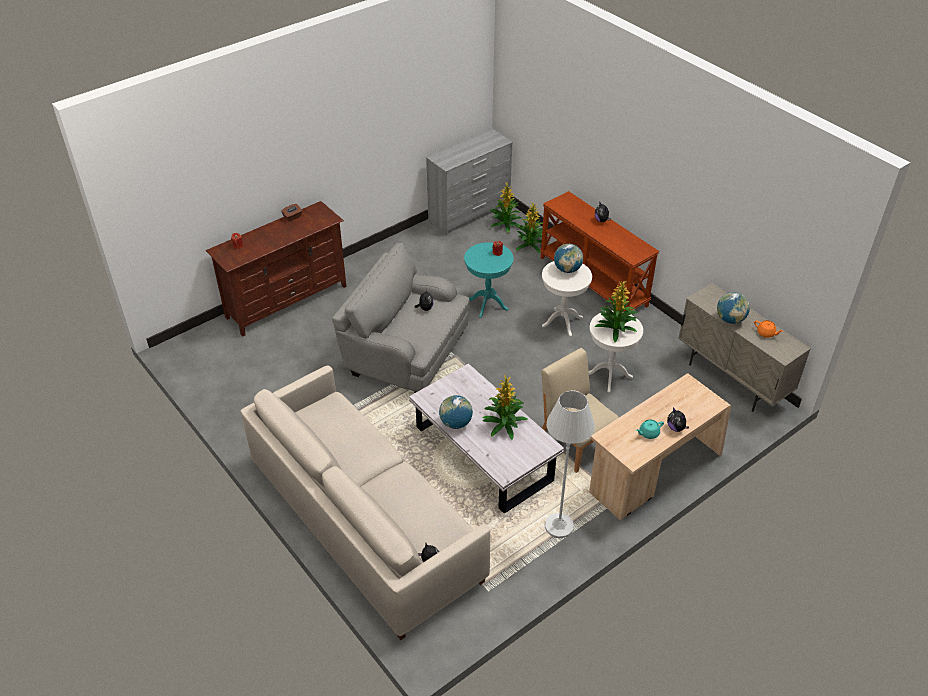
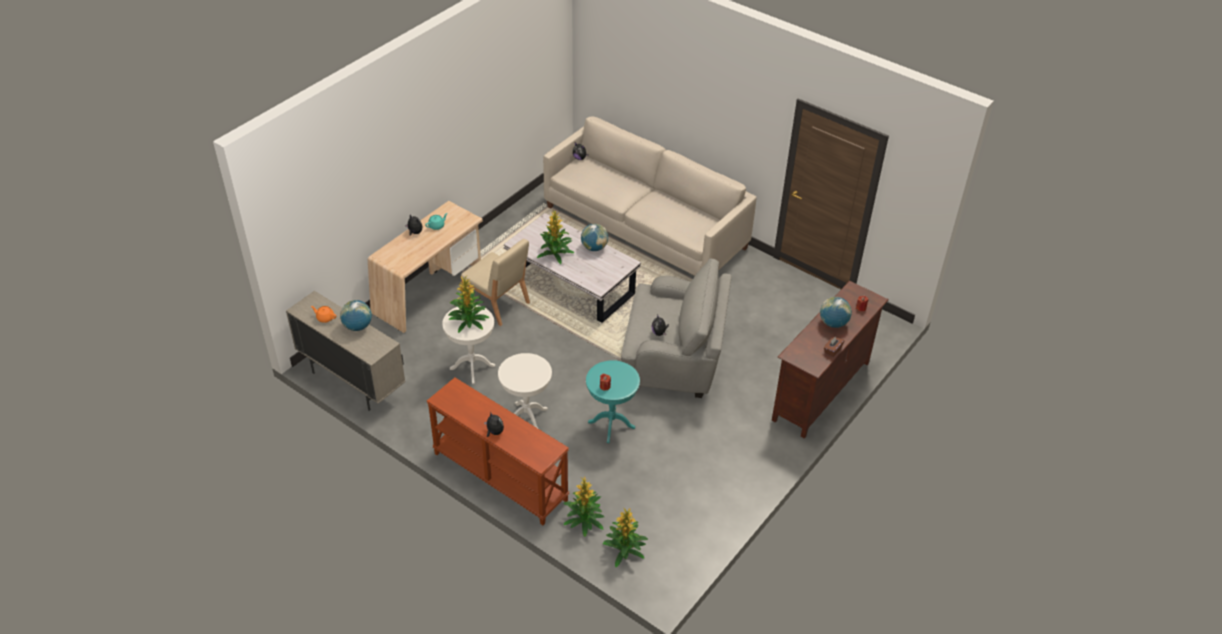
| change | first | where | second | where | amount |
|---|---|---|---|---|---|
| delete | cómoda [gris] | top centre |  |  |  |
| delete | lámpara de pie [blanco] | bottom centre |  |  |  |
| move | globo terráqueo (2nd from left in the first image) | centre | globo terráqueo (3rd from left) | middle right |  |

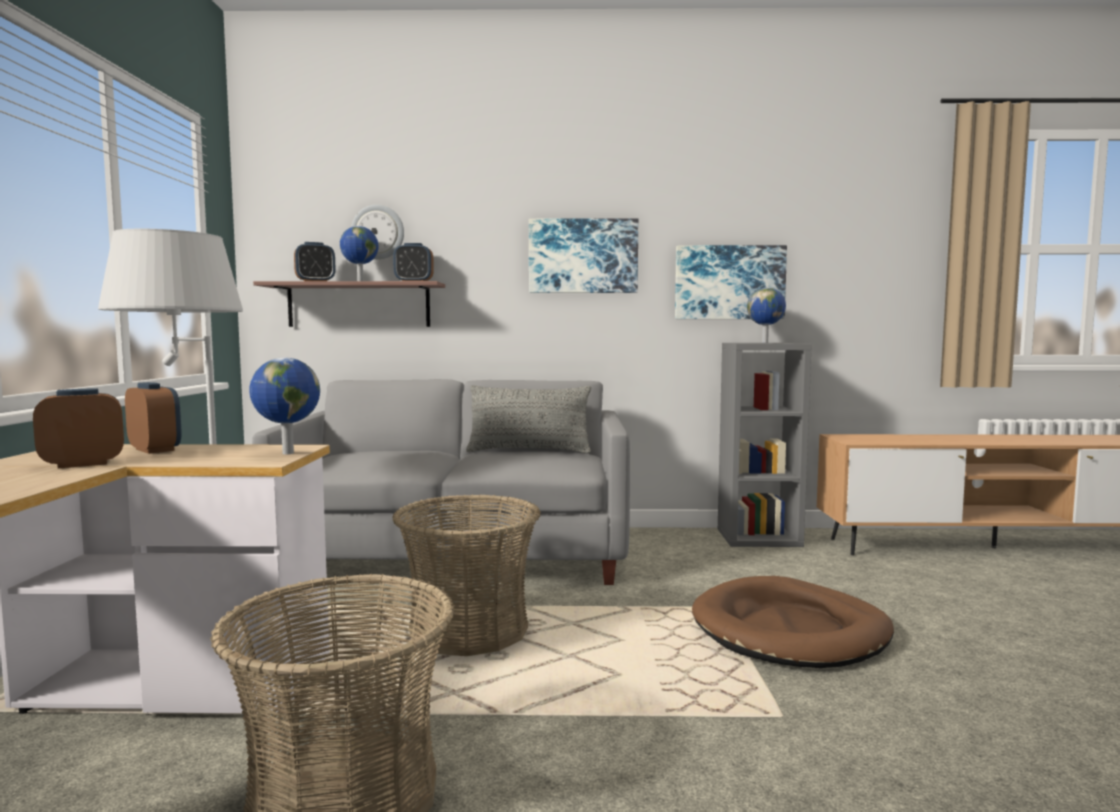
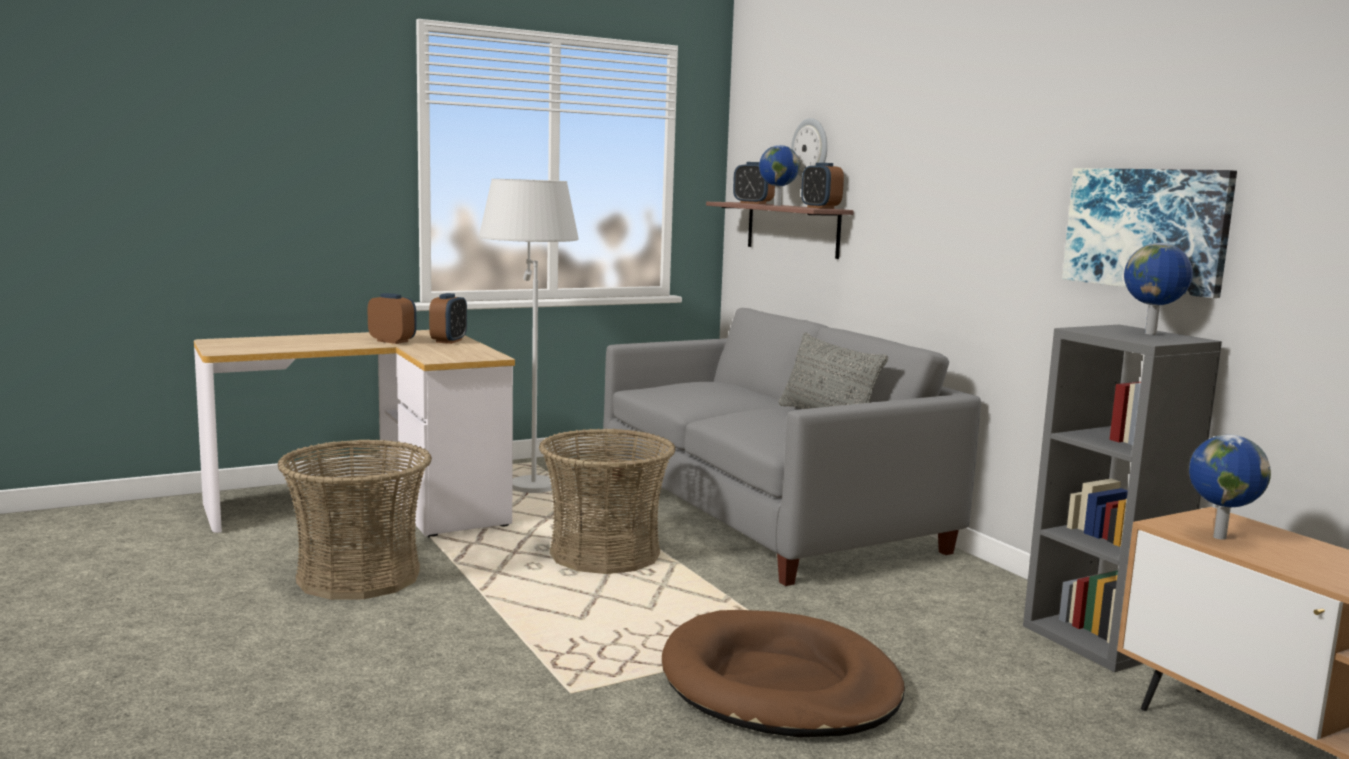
| change | first | where | second | where | amount |
|---|---|---|---|---|---|
| move | globo terráqueo (1st from left in the first image) | middle left | globo terráqueo (3rd from left) | middle right |  |
| delete | cuadro (1st from left) | top centre |  |  |  |

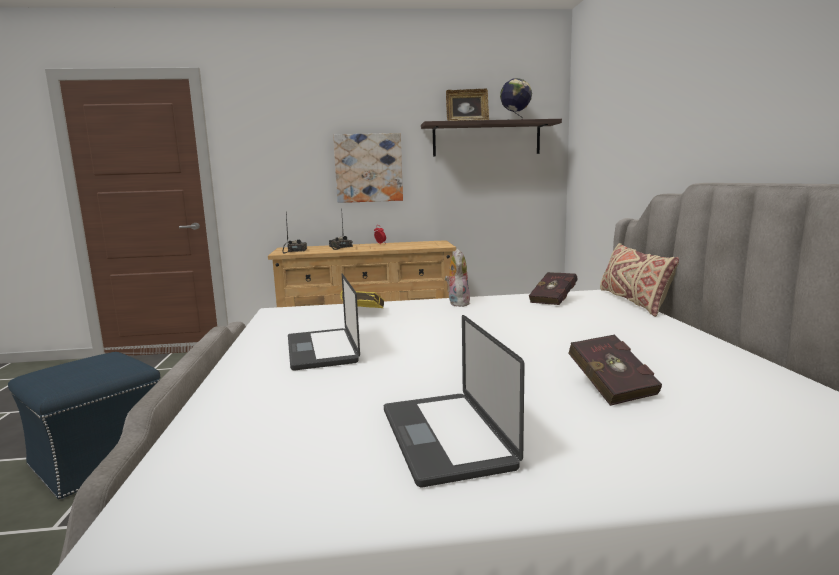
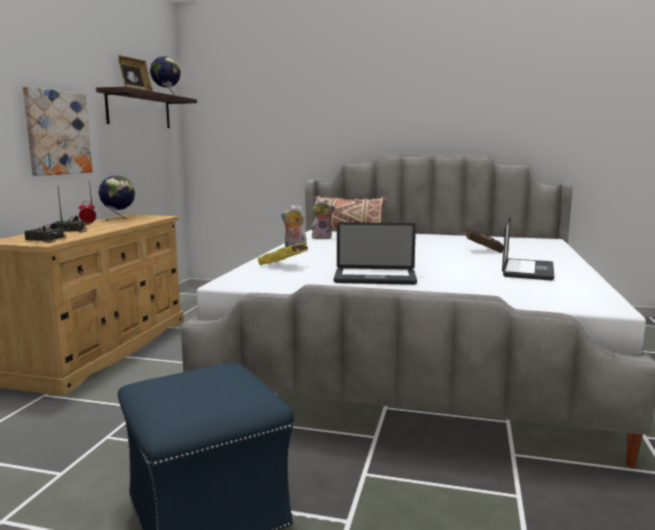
| change | first | where | second | where | amount |
|---|---|---|---|---|---|
| rotate | portátil (2nd from left) | bottom centre |  | middle right | 75 degrees counterclockwise |
| replace | libro [rojo] (1st from left) | centre | peluche (2nd from left) | centre |  |
| insert |  |  | globo terráqueo (1st from left) | middle left |  |

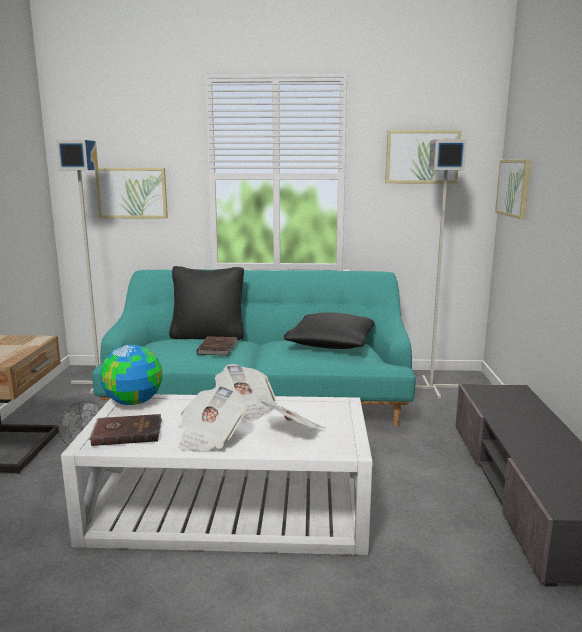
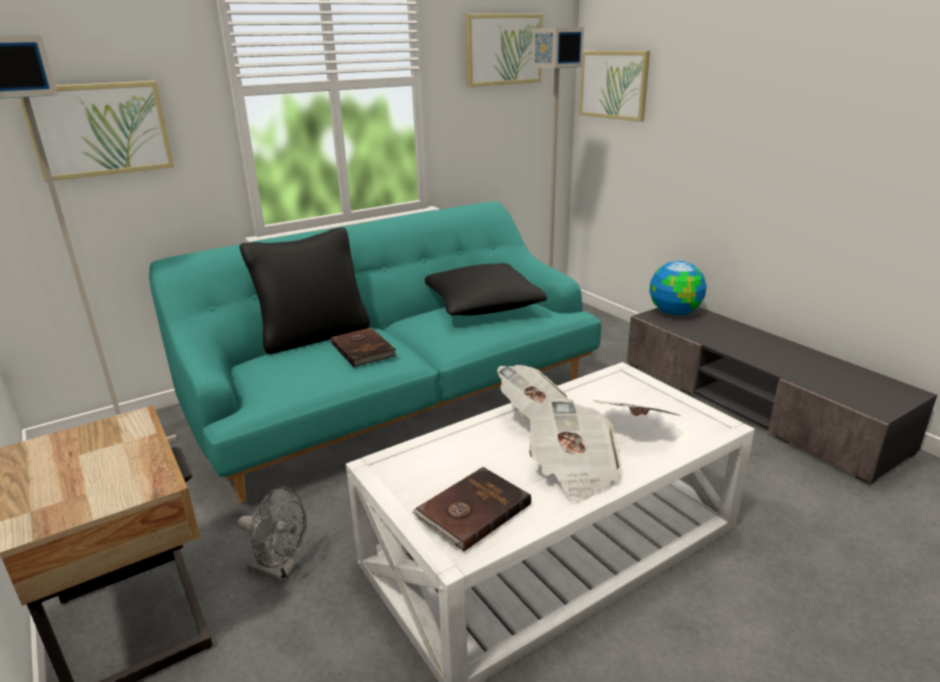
| change | first | where | second | where | amount |
|---|---|---|---|---|---|
| move | globo terráqueo | middle left |  | middle right |  |

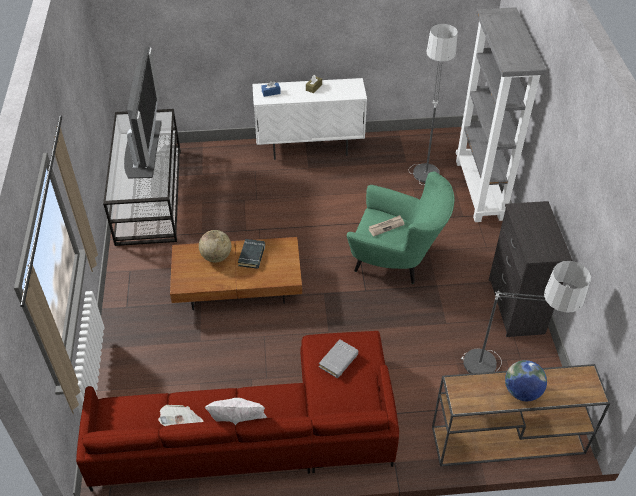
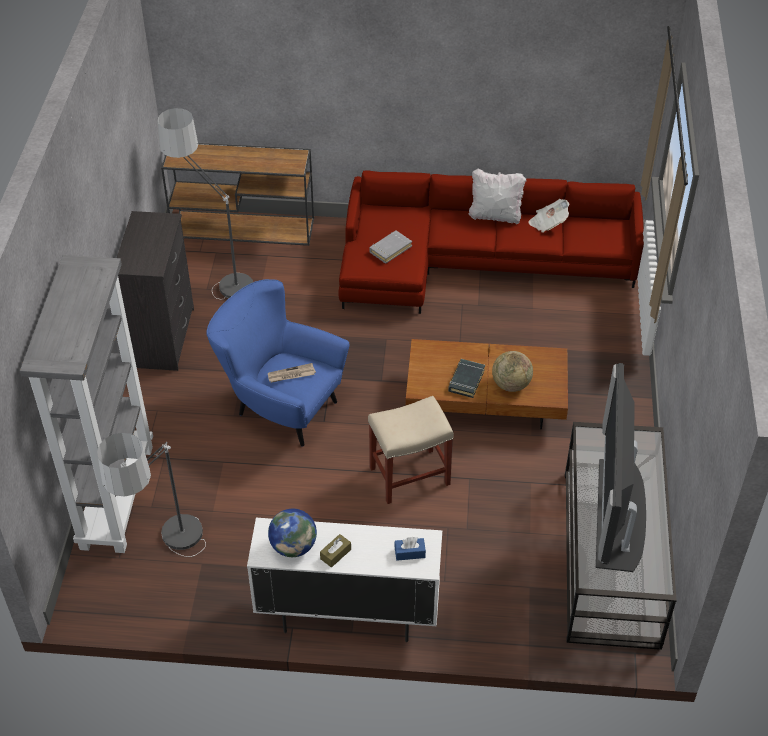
| change | first | where | second | where | amount |
|---|---|---|---|---|---|
| recolor | sillón [verde] | centre | sillón [azul] | centre |  |
| move | globo terráqueo (2nd from left in the first image) | bottom right | globo terráqueo (1st from left) | bottom centre |  |
| insert |  |  | taburete [beis] | centre |  |

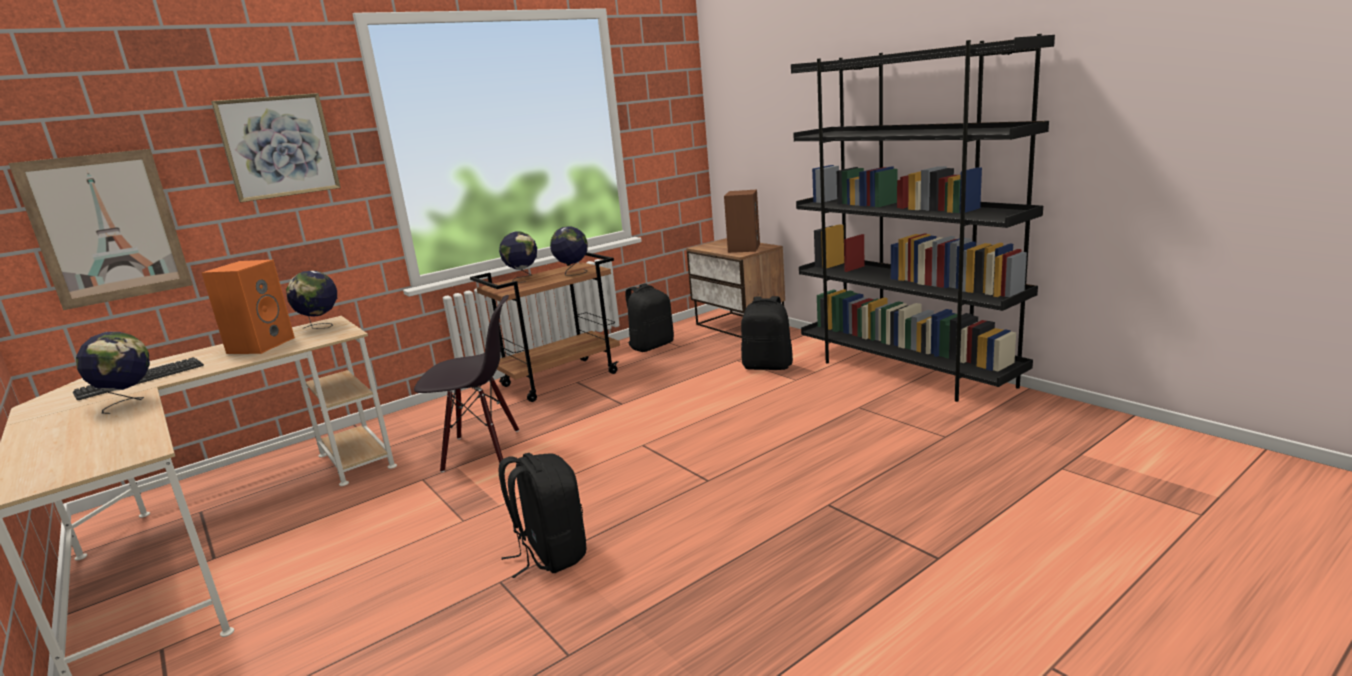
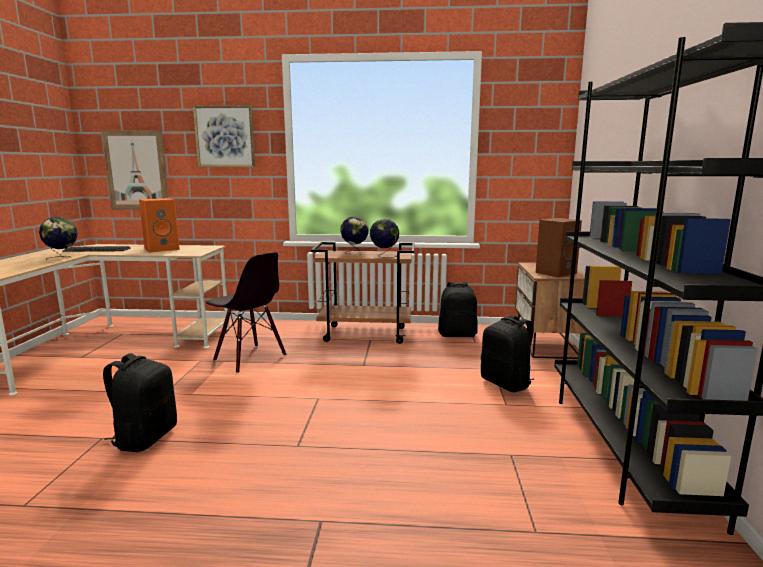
| change | first | where | second | where | amount |
|---|---|---|---|---|---|
| delete | globo terráqueo (2nd from left) | middle left |  |  |  |

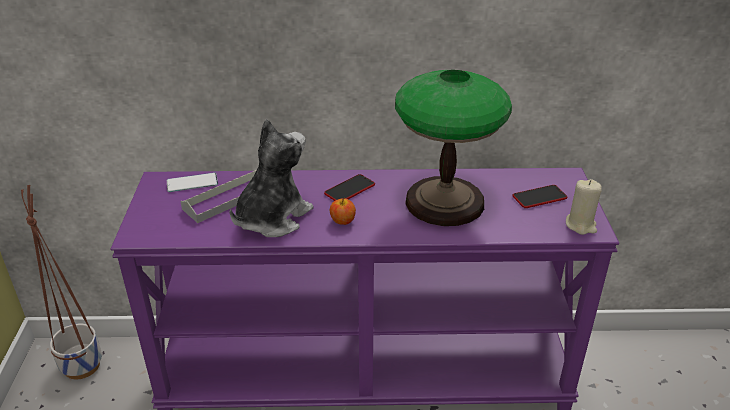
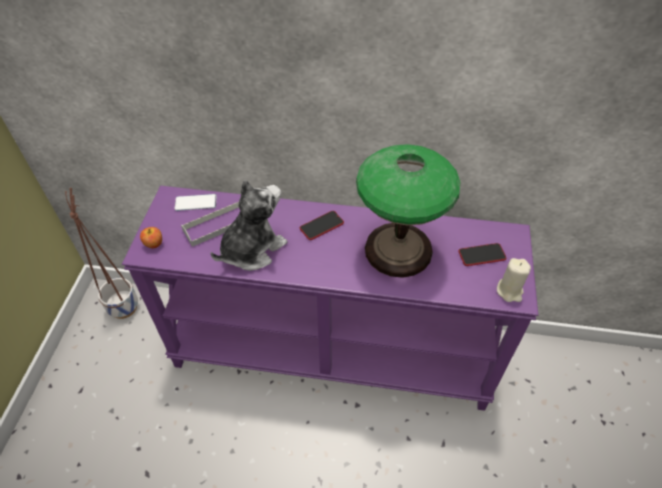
| change | first | where | second | where | amount |
|---|---|---|---|---|---|
| move | manzana | centre |  | middle left |  |

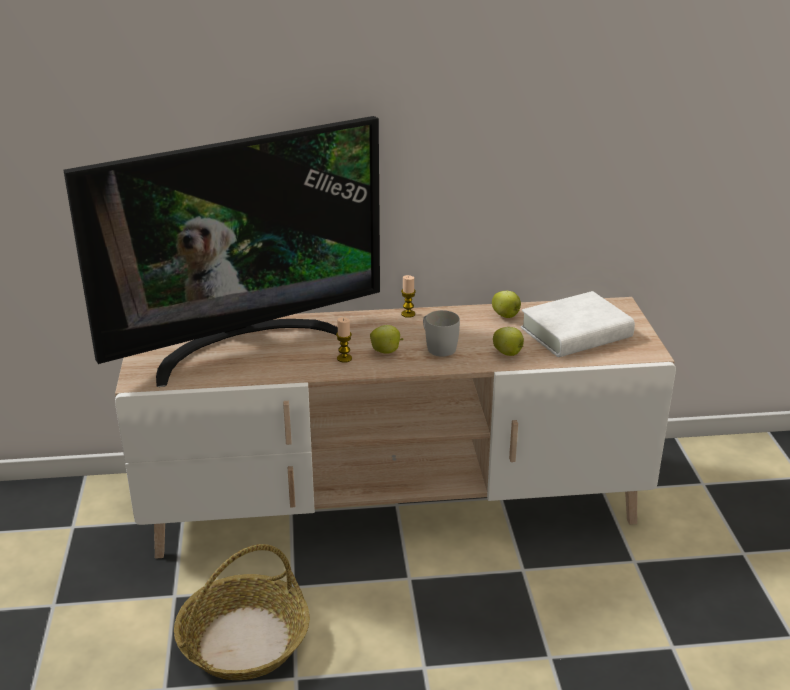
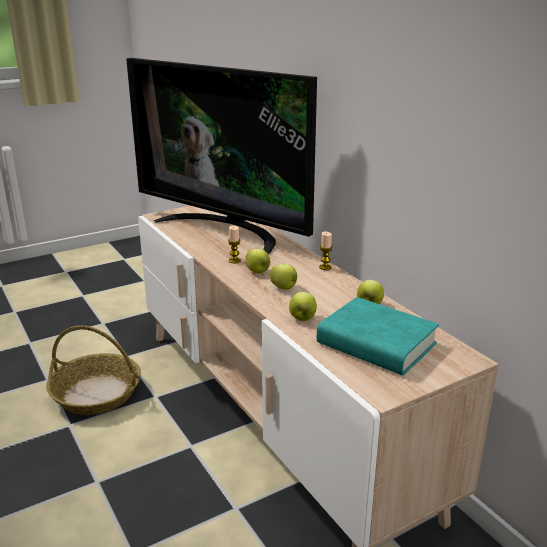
| change | first | where | second | where | amount |
|---|---|---|---|---|---|
| replace | taza grande [blanco] | centre | manzana (2nd from left) | centre |  |
| recolor | libro [blanco] | middle right | libro [turquesa] | middle right |  |

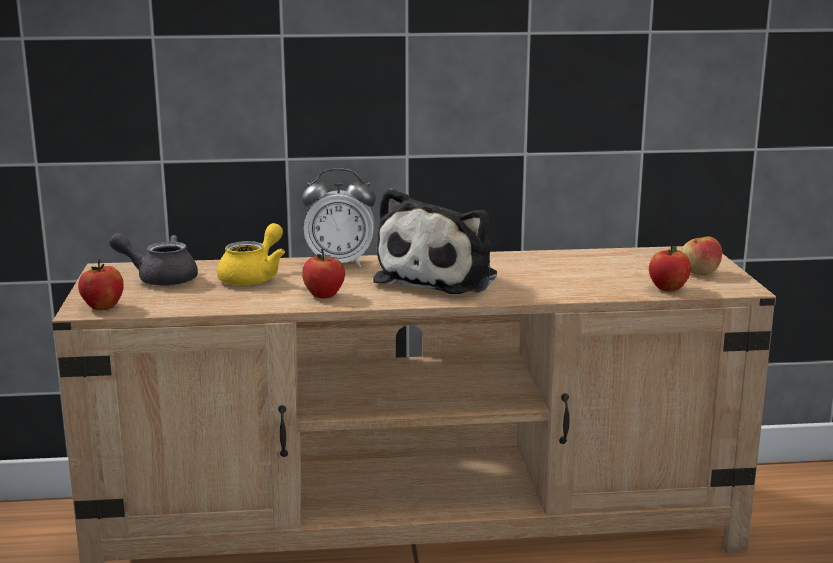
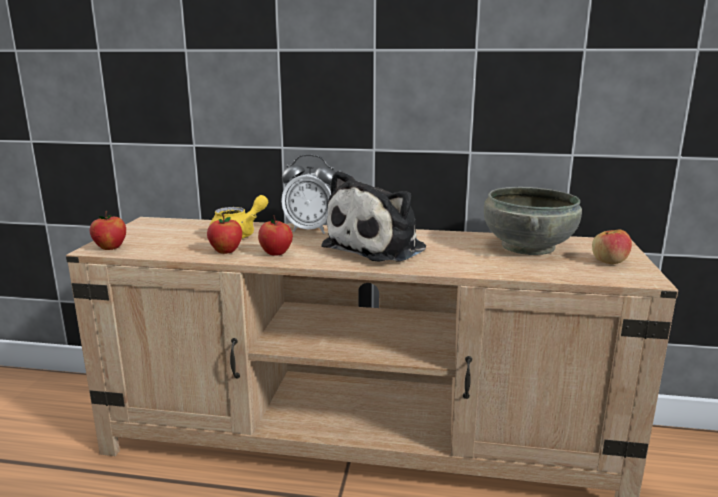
| change | first | where | second | where | amount |
|---|---|---|---|---|---|
| delete | tetera [gris] | middle left |  |  |  |
| move | manzana (3rd from left in the first image) | middle right | manzana (2nd from left) | middle left |  |
| insert |  |  | cuenco [gris] | middle right |  |

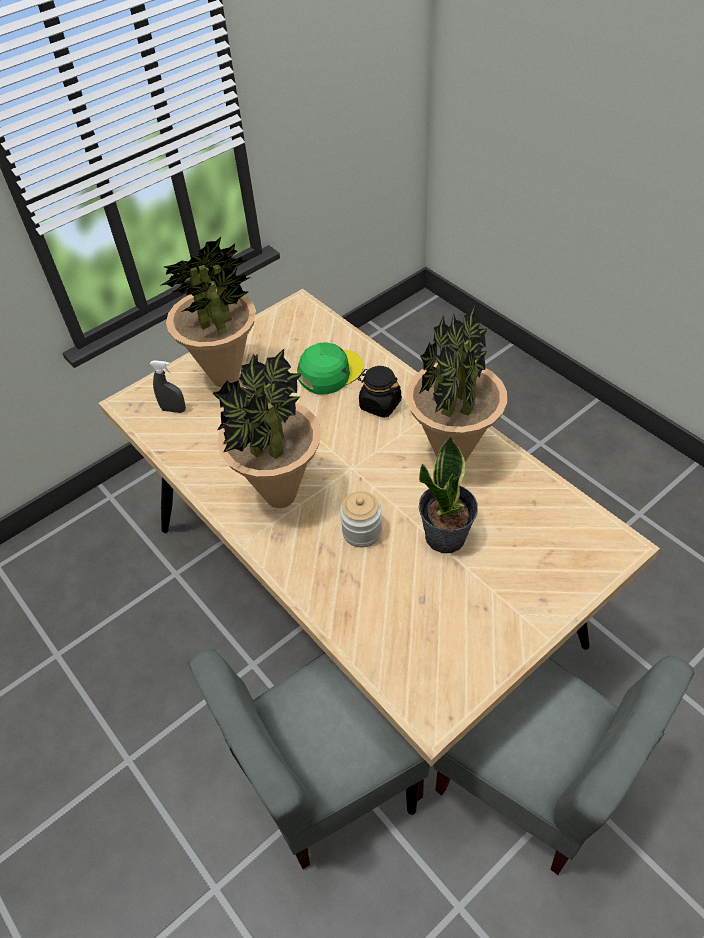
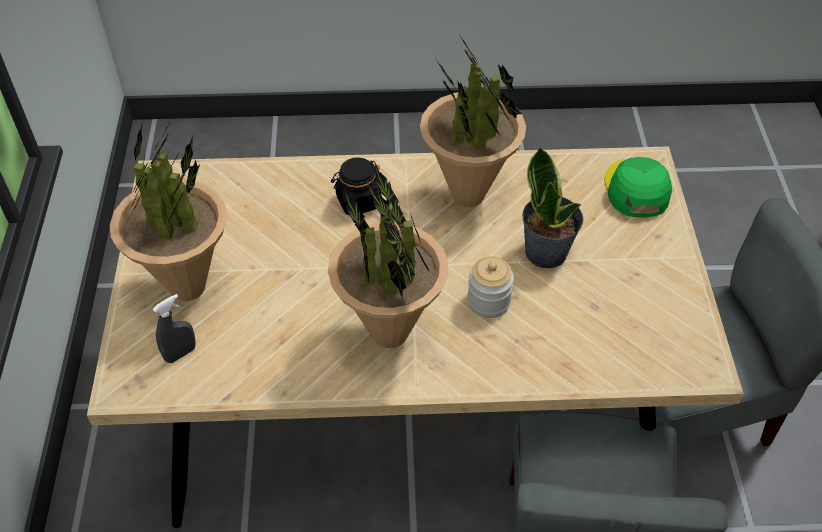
| change | first | where | second | where | amount |
|---|---|---|---|---|---|
| move | gorra [verde] | centre |  | middle right |  |

